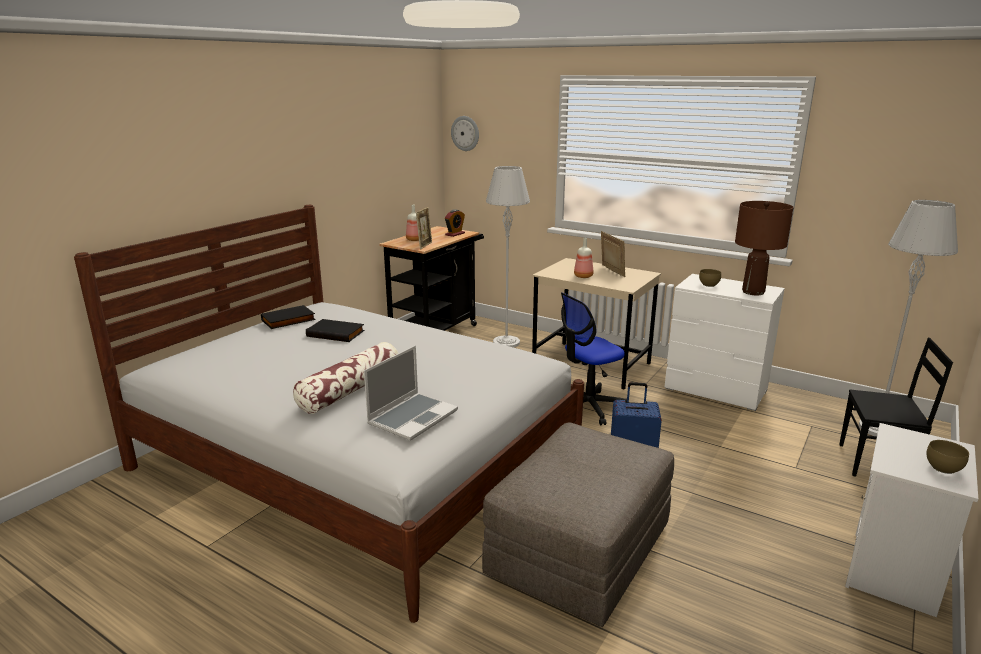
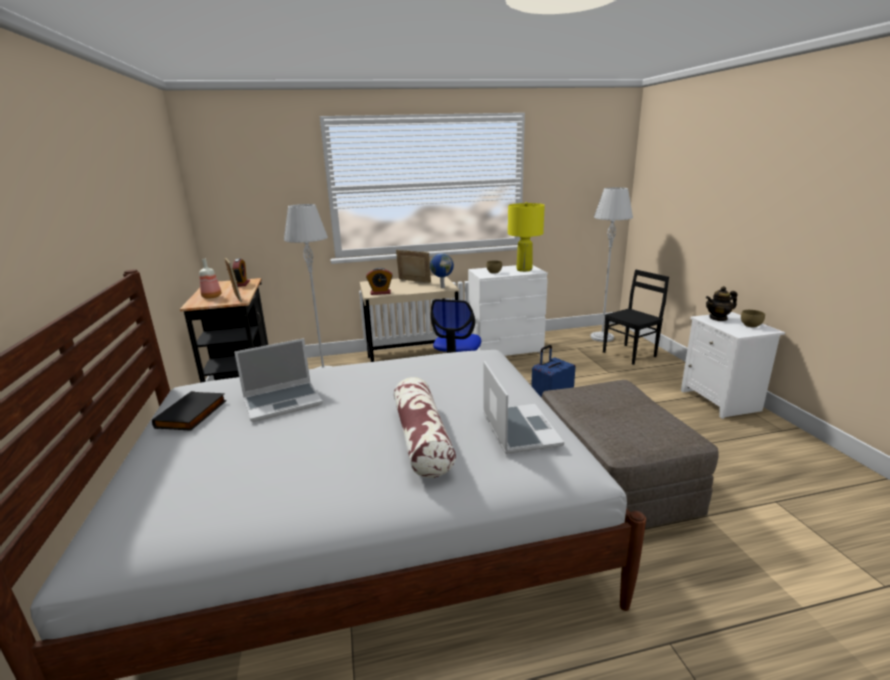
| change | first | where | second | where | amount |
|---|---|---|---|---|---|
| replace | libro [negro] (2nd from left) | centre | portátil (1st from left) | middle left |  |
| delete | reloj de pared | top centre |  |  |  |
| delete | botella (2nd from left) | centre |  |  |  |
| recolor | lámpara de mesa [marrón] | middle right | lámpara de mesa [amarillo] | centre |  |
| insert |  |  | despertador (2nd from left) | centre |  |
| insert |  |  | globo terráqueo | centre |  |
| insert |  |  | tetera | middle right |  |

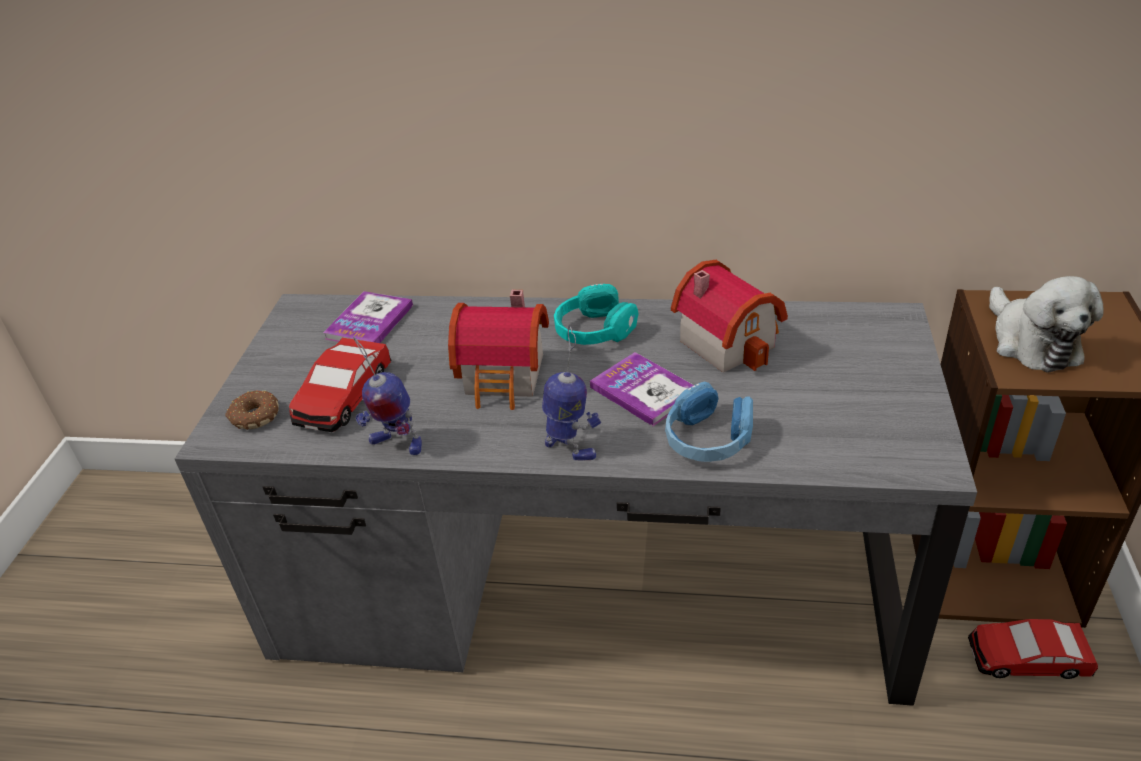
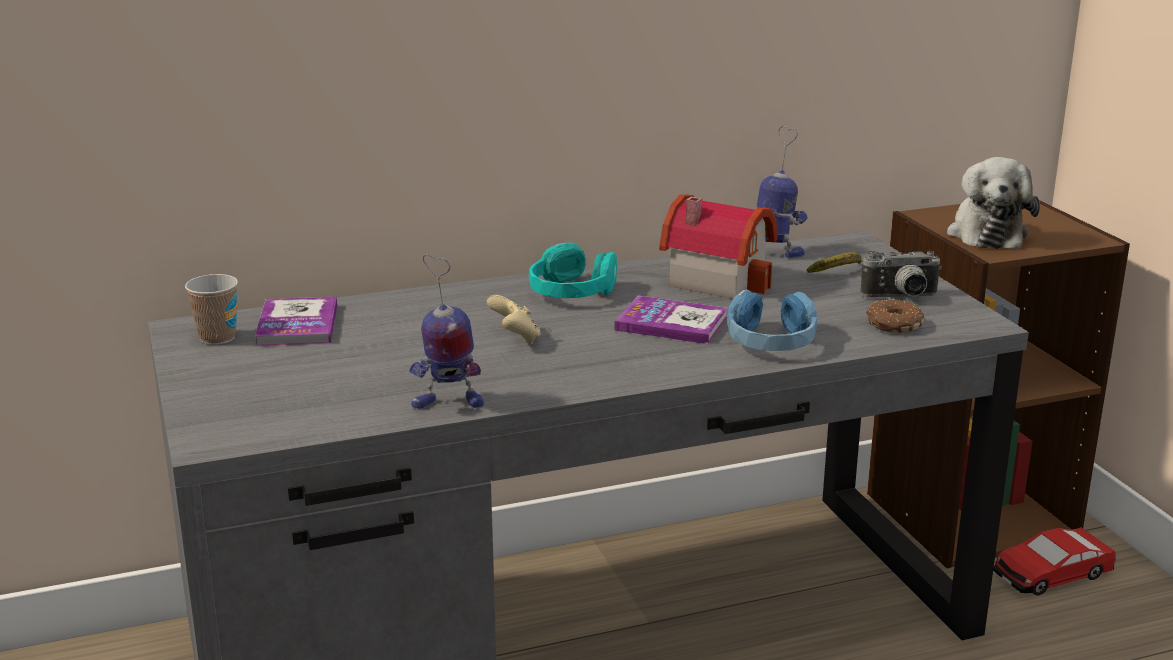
| change | first | where | second | where | amount |
|---|---|---|---|---|---|
| move | rosquilla | middle left |  | middle right |  |
| delete | coche de juguete (1st from left) | middle left |  |  |  |
| replace | casita (1st from left) | centre | mando de consola [beis] | centre |  |
| move | robot de juguete (2nd from left) | centre |  | top right |  |
| rotate | peluche | middle right |  | top right | 45 degrees clockwise |
| insert |  |  | taza | middle left |  |
| insert |  |  | plátano | middle right |  |
| insert |  |  | cámara | middle right |  |

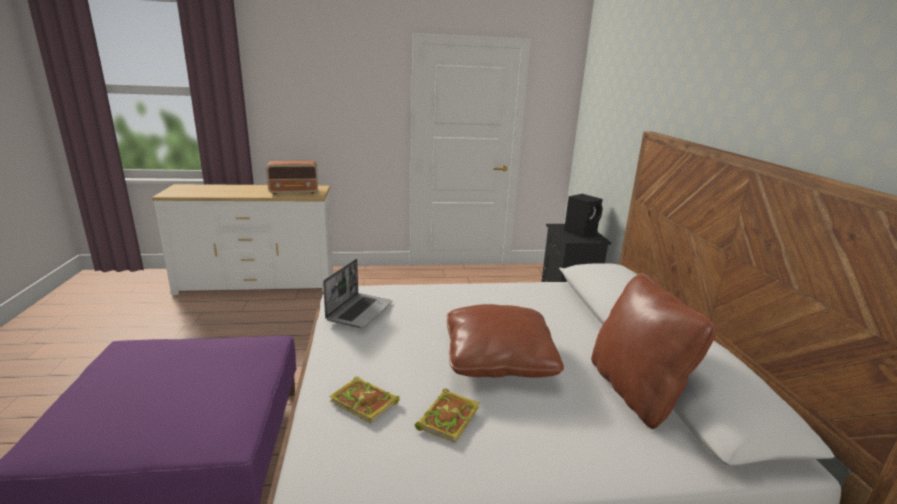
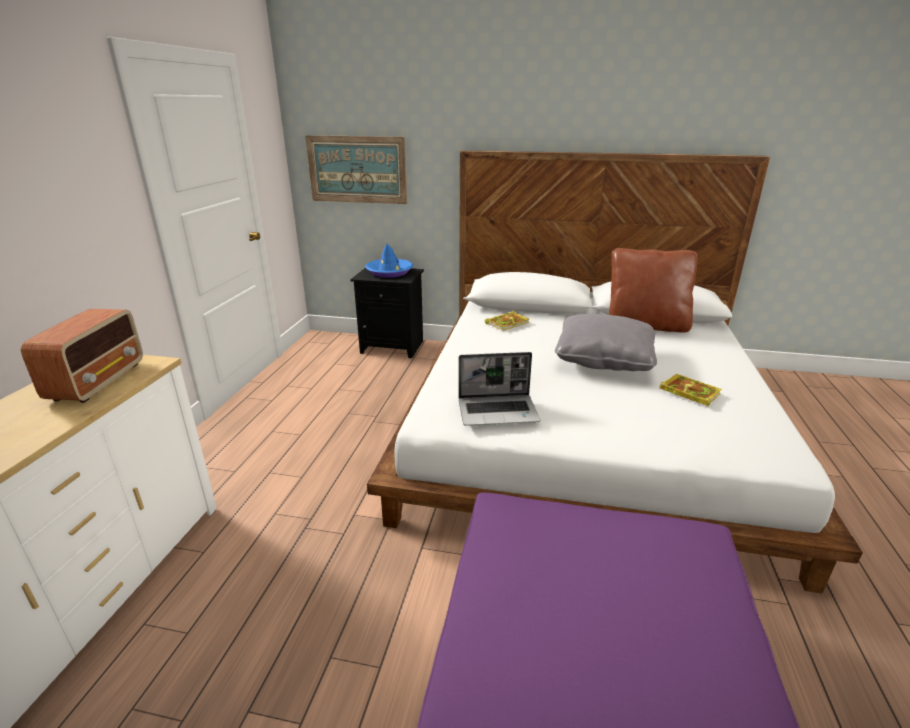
| change | first | where | second | where | amount |
|---|---|---|---|---|---|
| rotate | portátil | centre |  | centre | 135 degrees clockwise |
| move | libro (1st from left) | bottom centre |  | centre |  |
| recolor | cojín [marrón] (1st from left) | bottom centre | cojín [gris] | centre |  |
| replace | altavoz [negro] | centre | sombrero [azul] | centre |  |
| insert |  |  | cuadro | top centre |  |

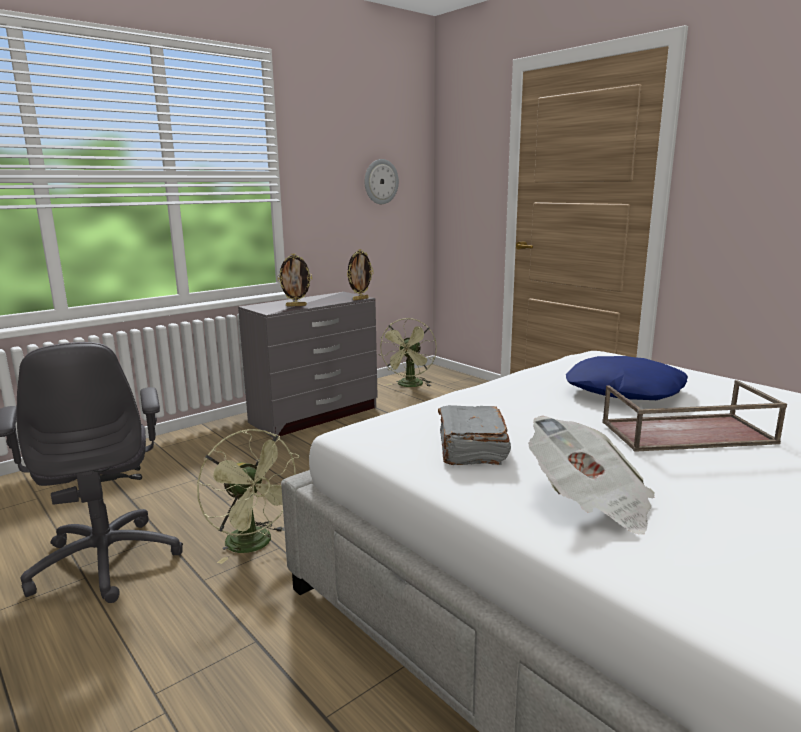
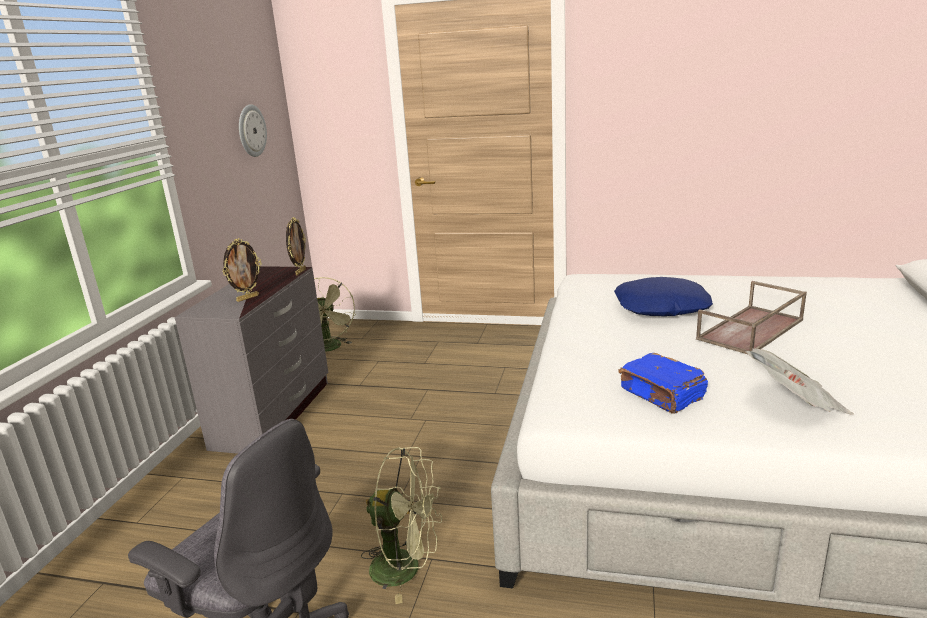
| change | first | where | second | where | amount |
|---|---|---|---|---|---|
| recolor | libro [gris] | centre | libro [azul] | middle right |  |

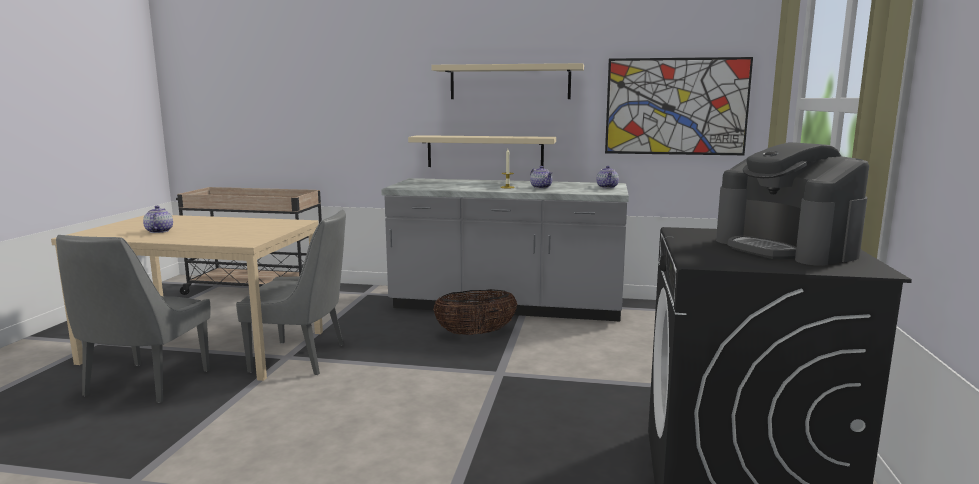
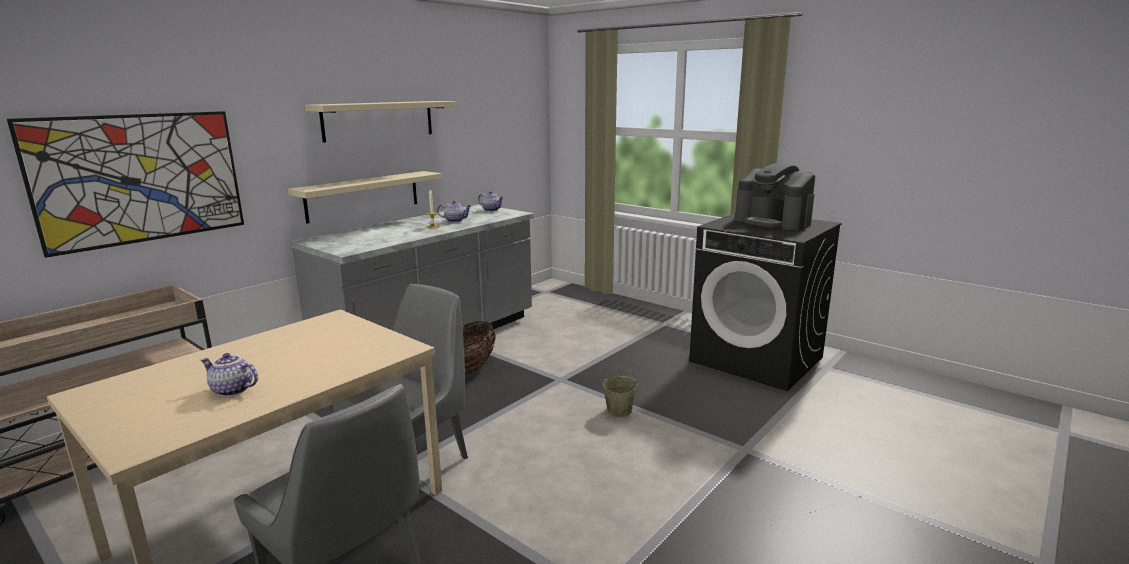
| change | first | where | second | where | amount |
|---|---|---|---|---|---|
| move | cuadro | top right |  | top left |  |
| rotate | cafetera | middle right |  | middle right | 45 degrees clockwise |
| insert |  |  | cubo [beis] | bottom centre |  |

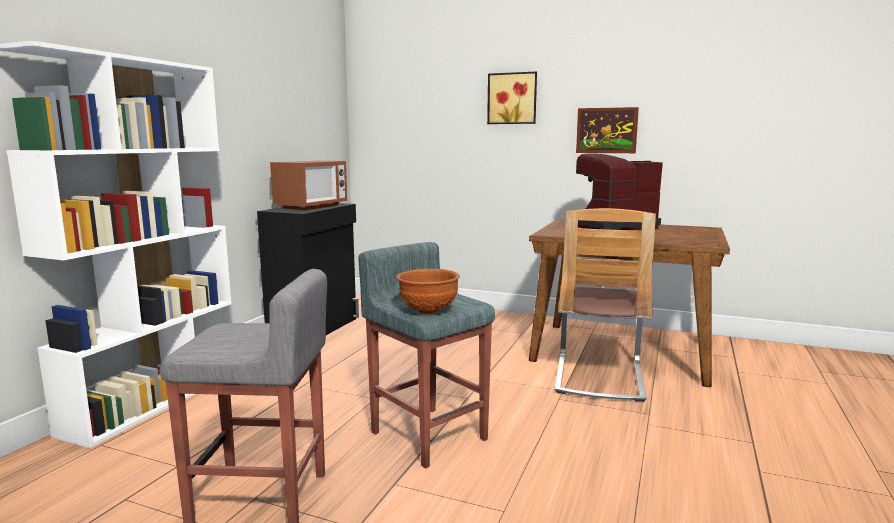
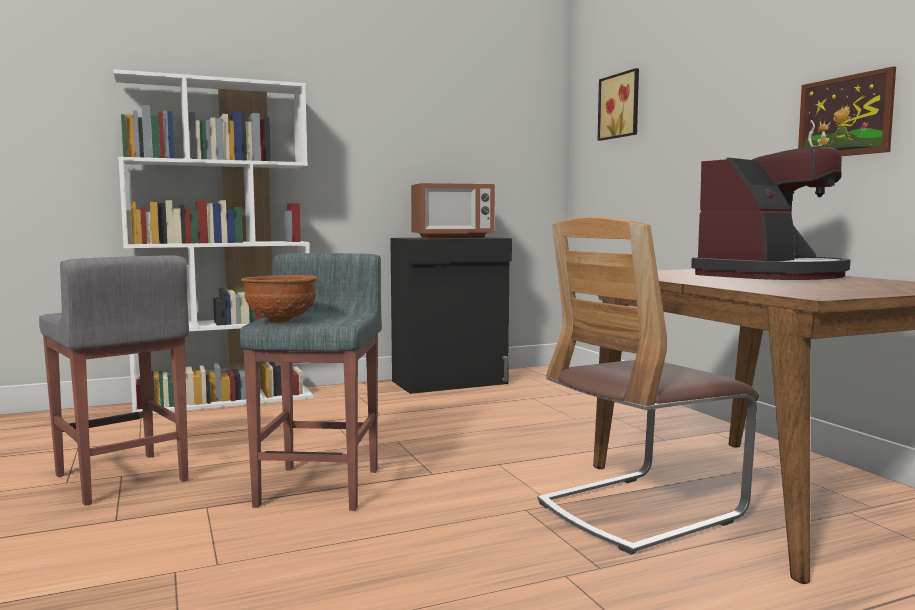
| change | first | where | second | where | amount |
|---|---|---|---|---|---|
| move | cuadro (1st from left) | top centre |  | top right |  |
| rotate | cafetera | middle right |  | middle right | 120 degrees clockwise |

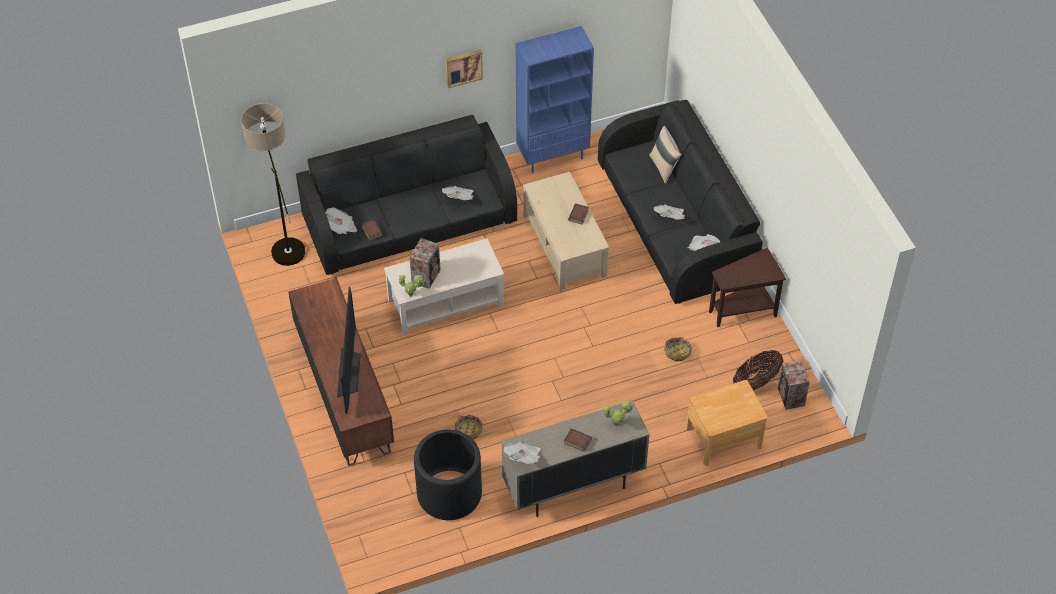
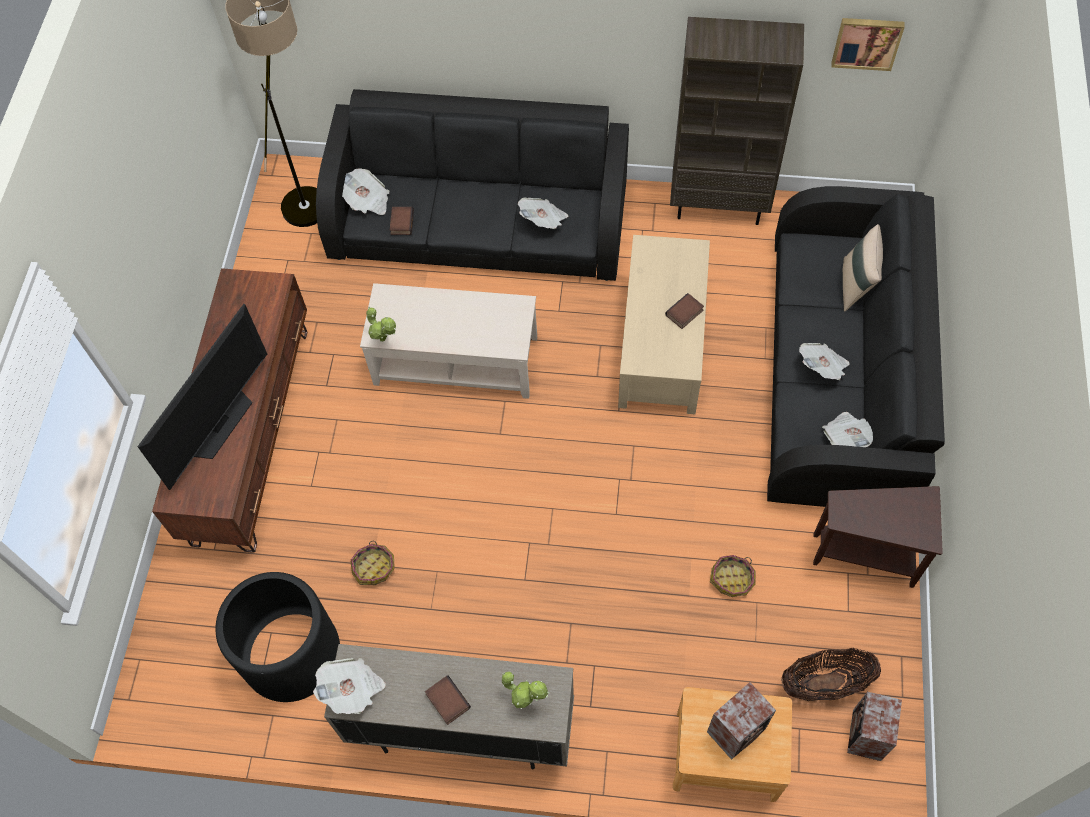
| change | first | where | second | where | amount |
|---|---|---|---|---|---|
| move | altavoz (1st from left) | centre |  | bottom right |  |
| move | cuadro | top centre |  | top right |  |
| recolor | estantería [azul] | top centre | estantería [marrón] | top right |  |

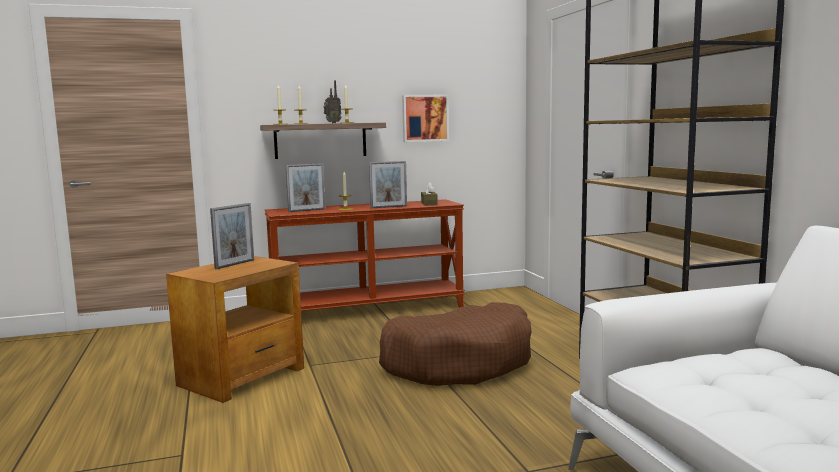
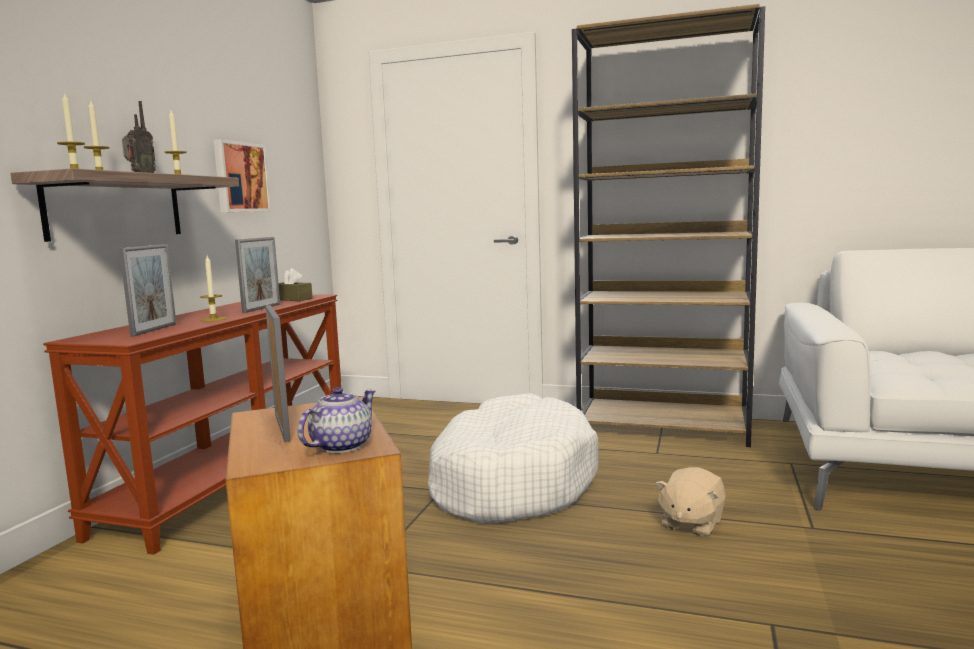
| change | first | where | second | where | amount |
|---|---|---|---|---|---|
| recolor | cama para perro [marrón] | bottom centre | cama para perro [blanco] | bottom centre |  |
| insert |  |  | tetera | centre |  |
| insert |  |  | peluche [beis] | bottom right |  |

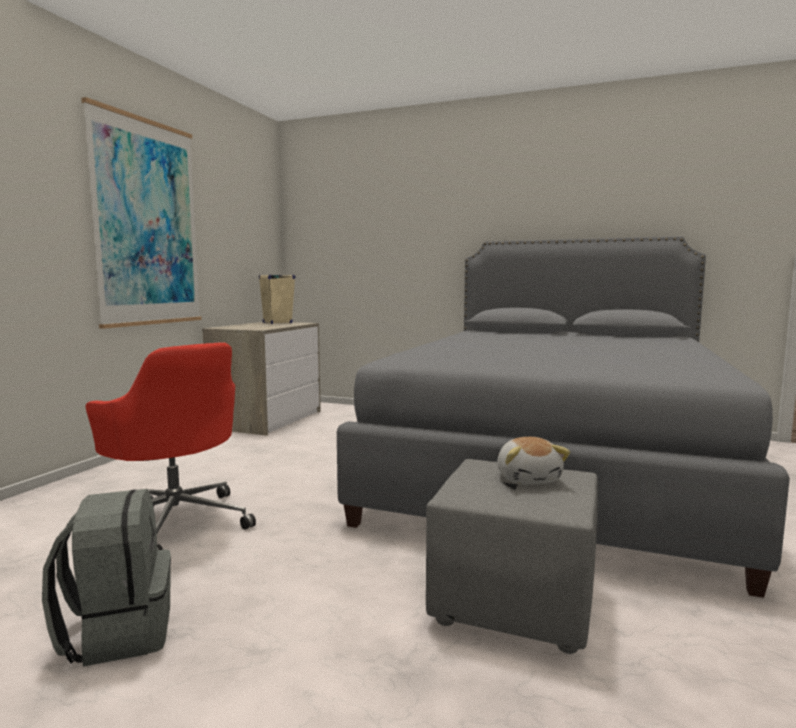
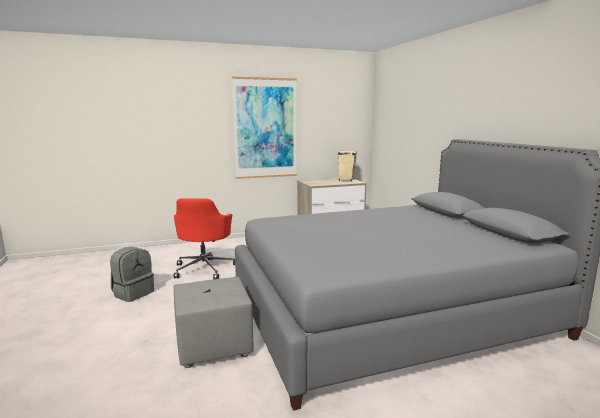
| change | first | where | second | where | amount |
|---|---|---|---|---|---|
| delete | peluche | middle right |  |  |  |

